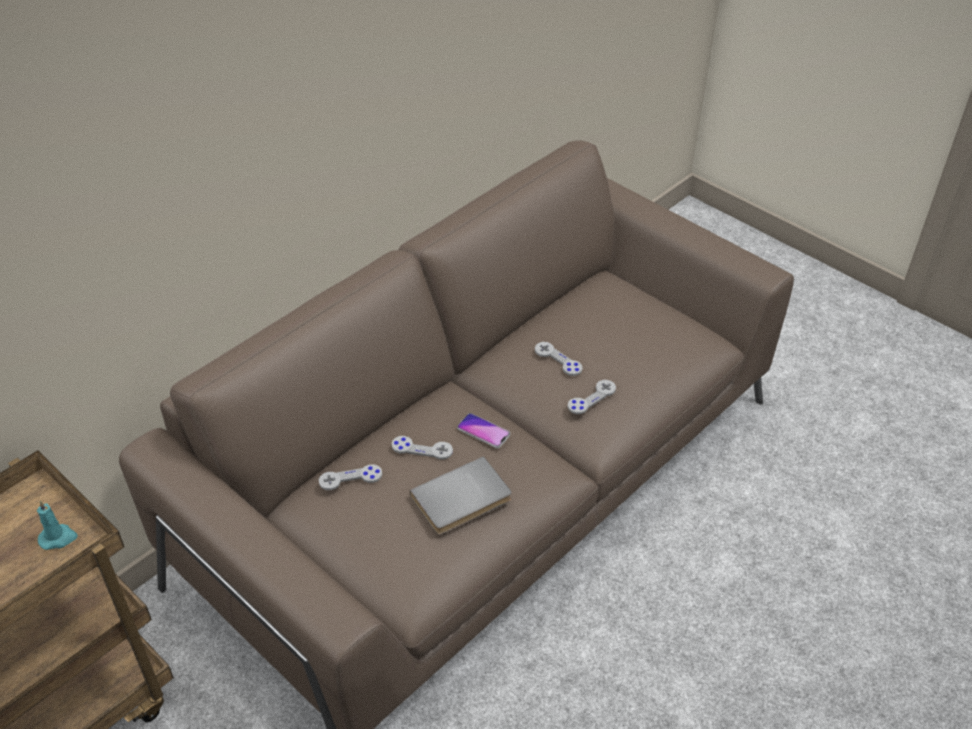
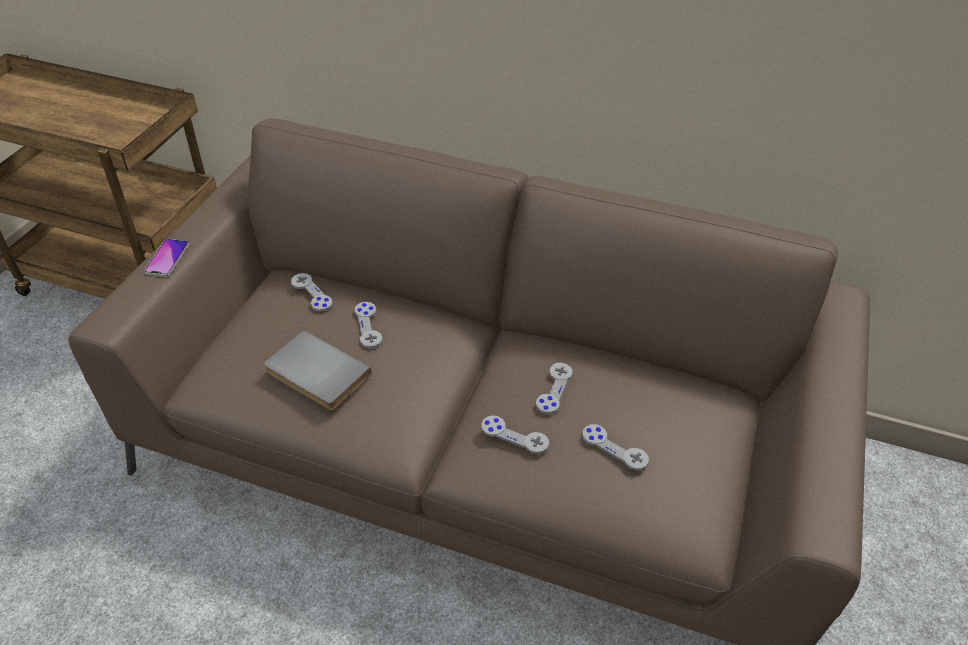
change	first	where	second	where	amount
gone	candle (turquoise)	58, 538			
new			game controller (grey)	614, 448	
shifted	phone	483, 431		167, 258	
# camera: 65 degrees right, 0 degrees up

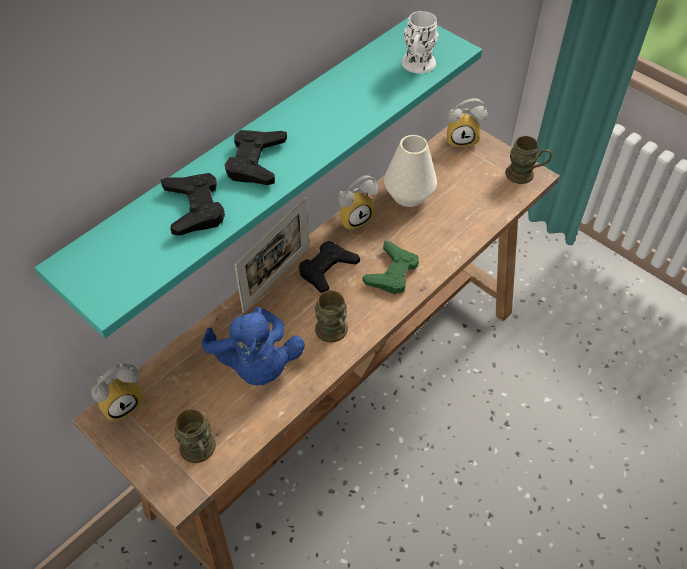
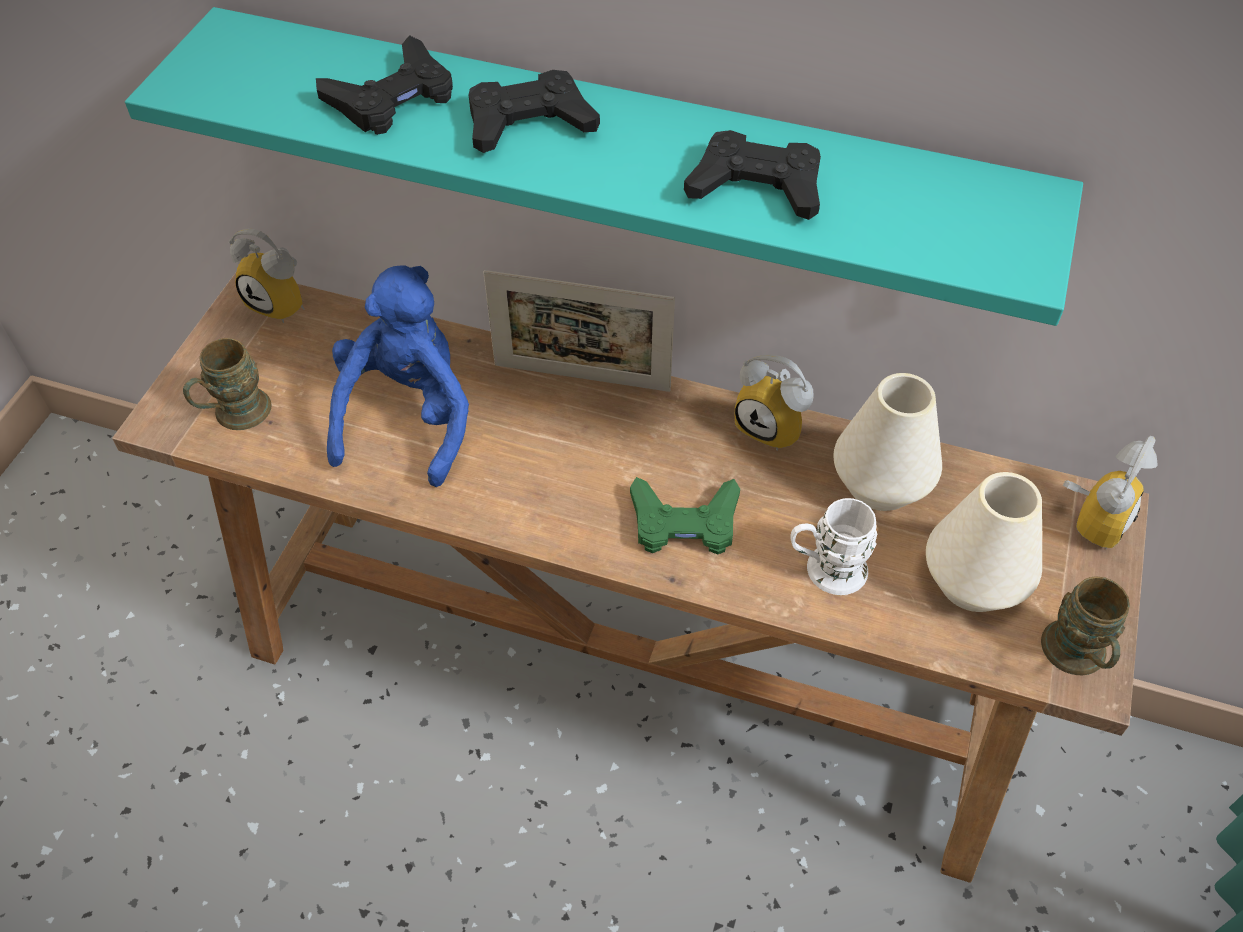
change	first	where	second	where	amount
gone	mug (brown)	334, 333			
new			vase (white)	973, 582	
shifted	game controller (black)	327, 269		756, 186	
shifted	mug (white)	417, 66		825, 570	
rotated	plush toy (blue)	256, 364		408, 417	150 degrees clockwise
rotated	alarm clock	462, 139		1090, 518	120 degrees counterclockwise
# camera: 65 degrees right, 0 degrees up

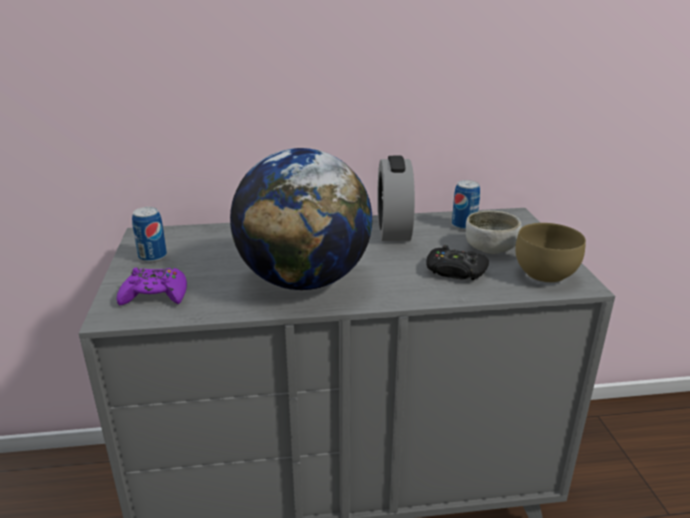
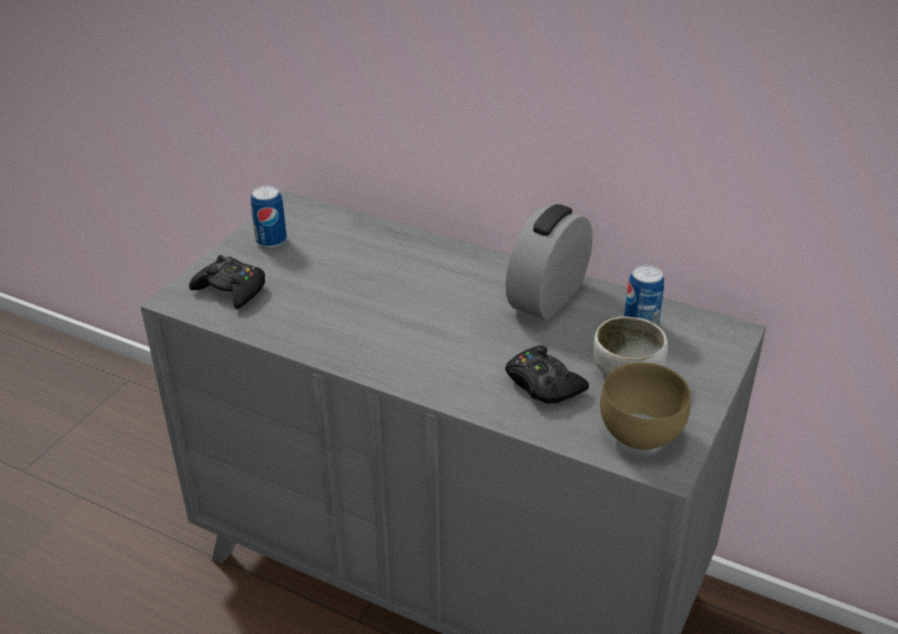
change	first	where	second	where	amount
gone	globe	304, 281			
repainted	game controller (purple)	155, 295	game controller (black)	231, 289	
# camera: 35 degrees right, 10 degrees up

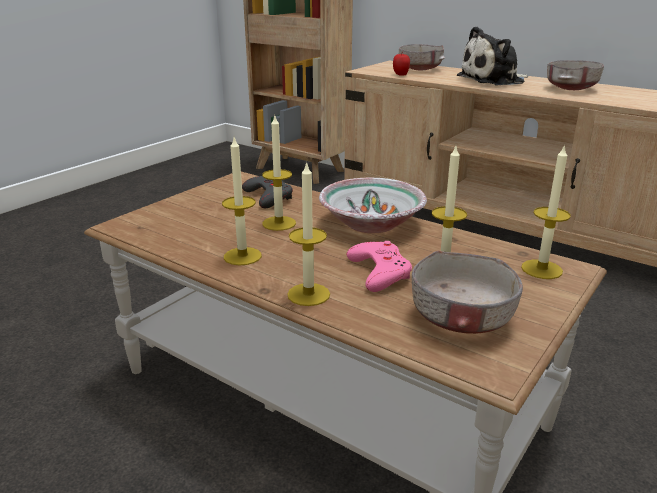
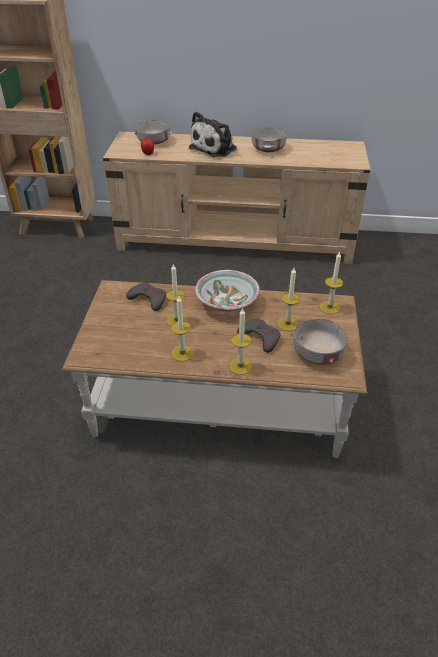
change	first	where	second	where	amount
repainted	game controller (pink)	379, 272	game controller (grey)	260, 337	
# camera: 30 degrees left, 15 degrees up

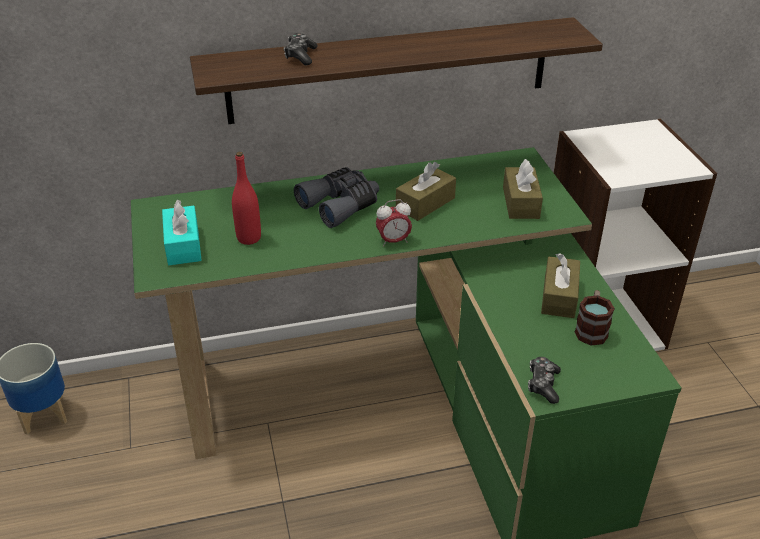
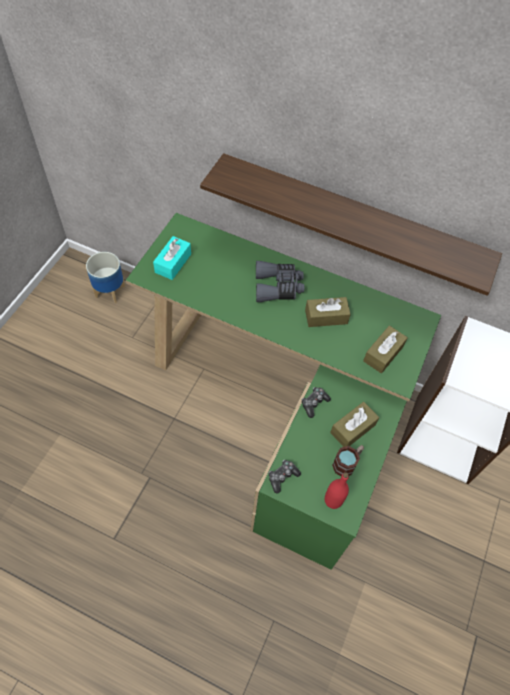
change	first	where	second	where	amount
gone	alarm clock	393, 241			
shifted	bottle (red)	249, 238		333, 500	
shifted	game controller	300, 56		314, 403	
# camera: 35 degrees right, 20 degrees up

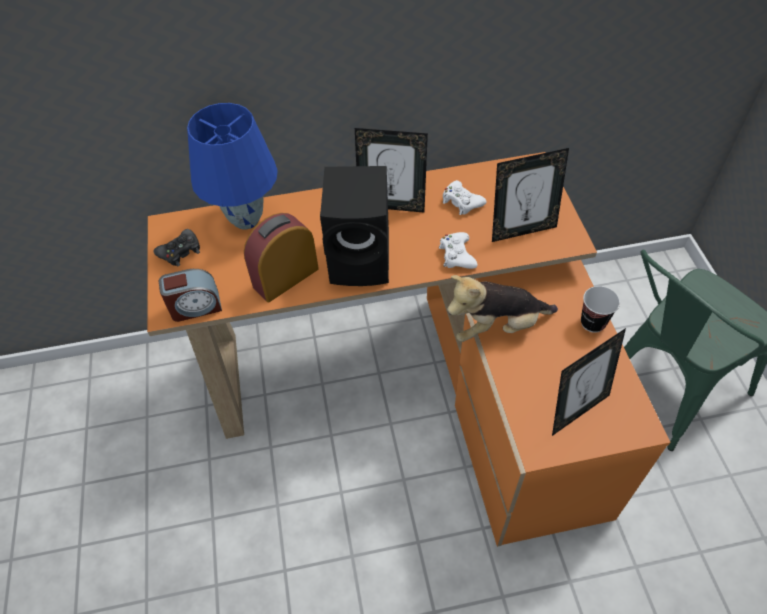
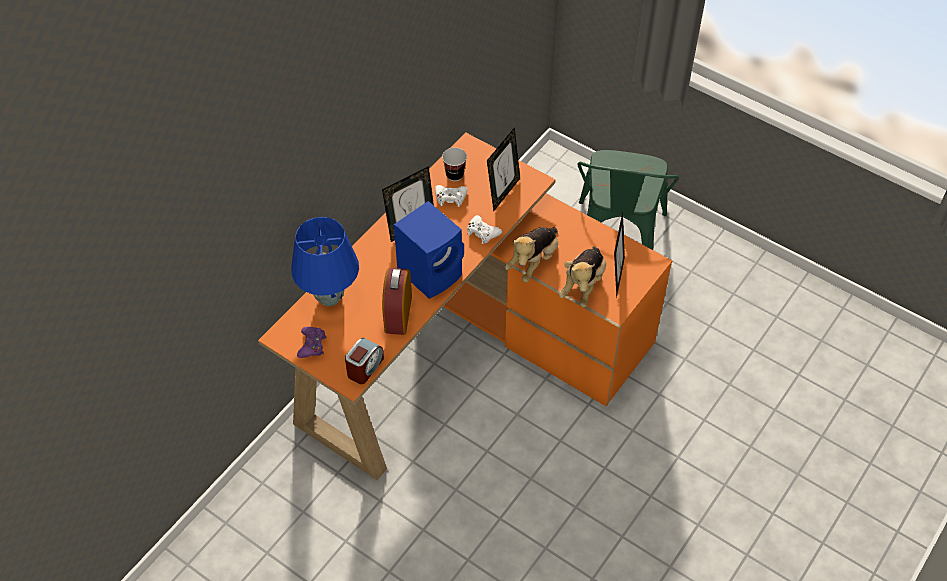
change	first	where	second	where	amount
new			plush toy	583, 285	
shifted	cup	593, 323		454, 175	
repainted	game controller (black)	180, 252	game controller (purple)	312, 345	
repainted	speaker (black)	363, 260	speaker (blue)	432, 272	
# camera: 45 degrees left, 0 degrees up

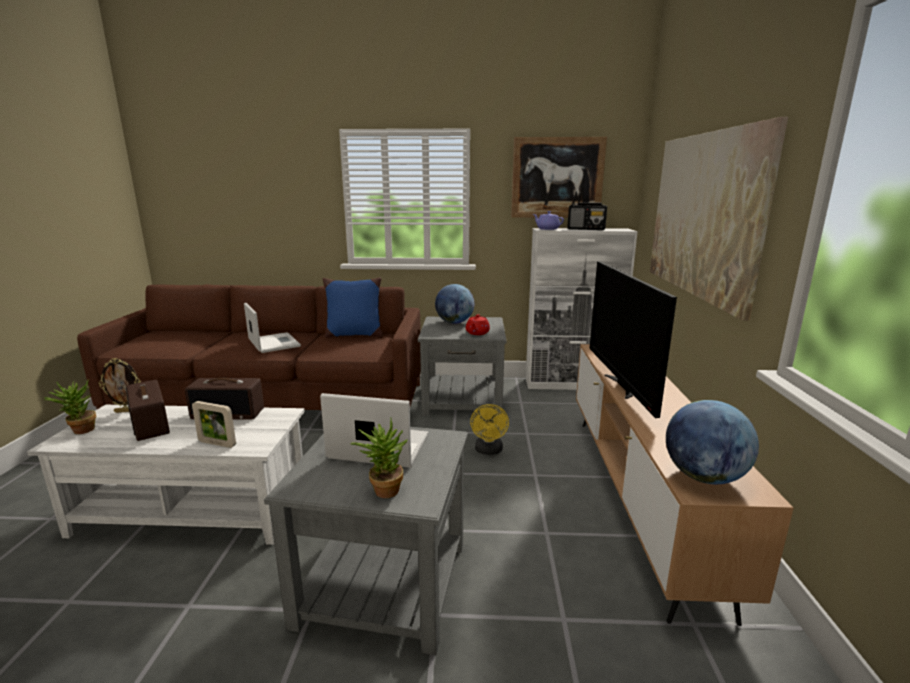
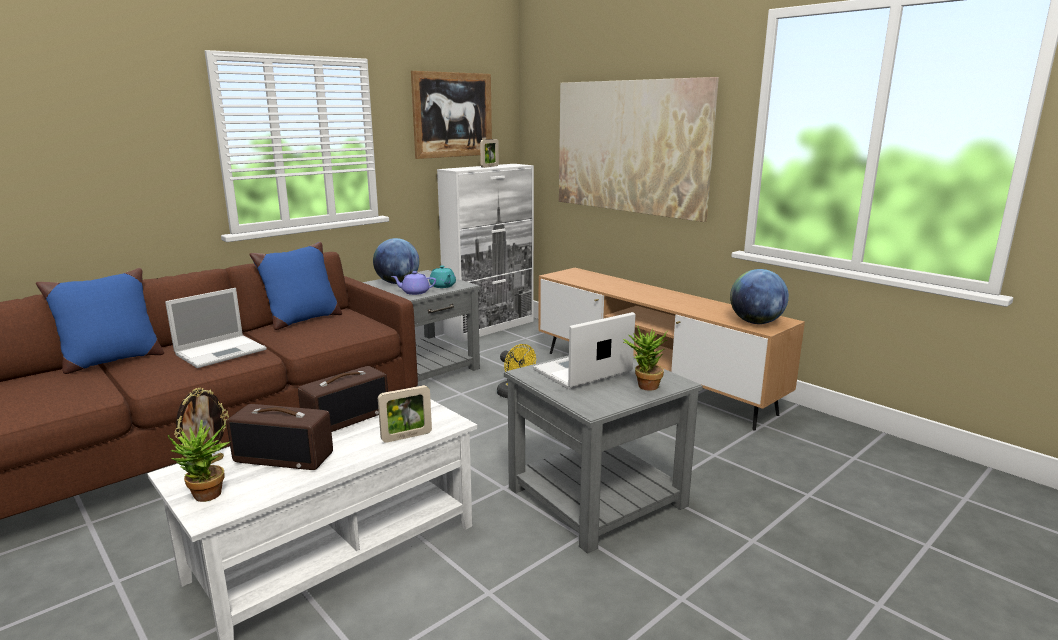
change	first	where	second	where	amount
gone	television	621, 386			
new			pillow (blue)	111, 361	
shifted	teapot (purple)	547, 229		414, 292	
swapped	radio	586, 229	picture frame	489, 166	
repainted	teapot (red)	477, 333	teapot (turquoise)	443, 286	
rotated	laptop	273, 343		222, 351	120 degrees clockwise
# camera: 45 degrees left, 0 degrees up

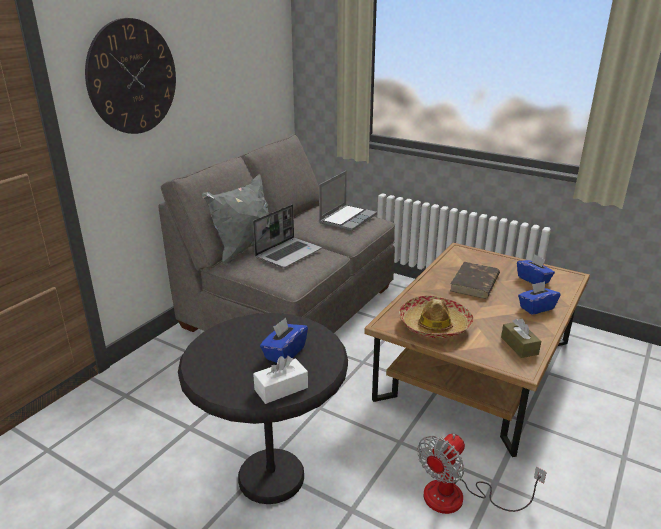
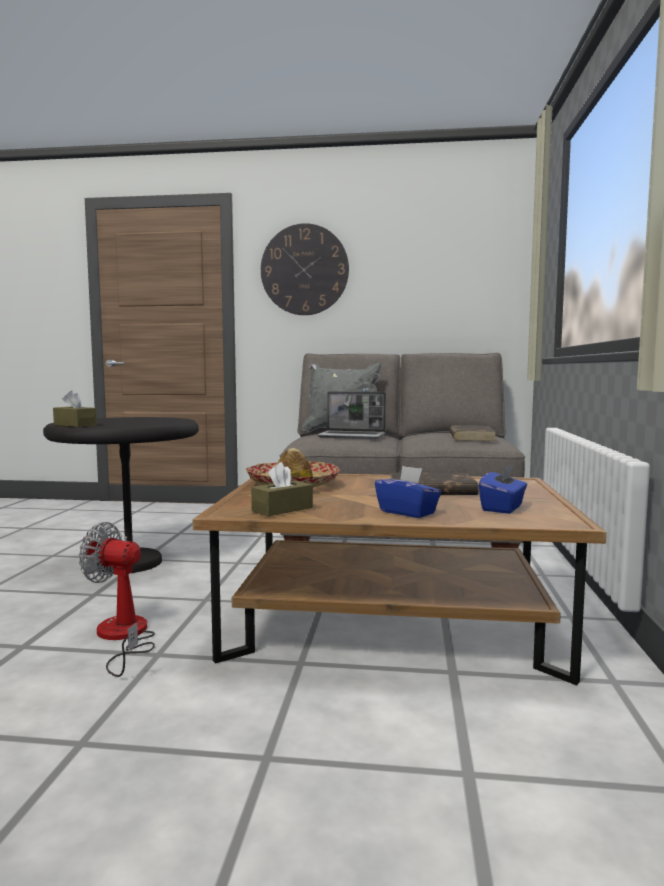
change	first	where	second	where	amount
gone	tissue box (blue)	284, 353			
swapped	laptop	347, 219	book (brown)	471, 437	
repainted	tissue box (white)	281, 389	tissue box (brown)	75, 425	
# camera: 65 degrees right, 20 degrees down

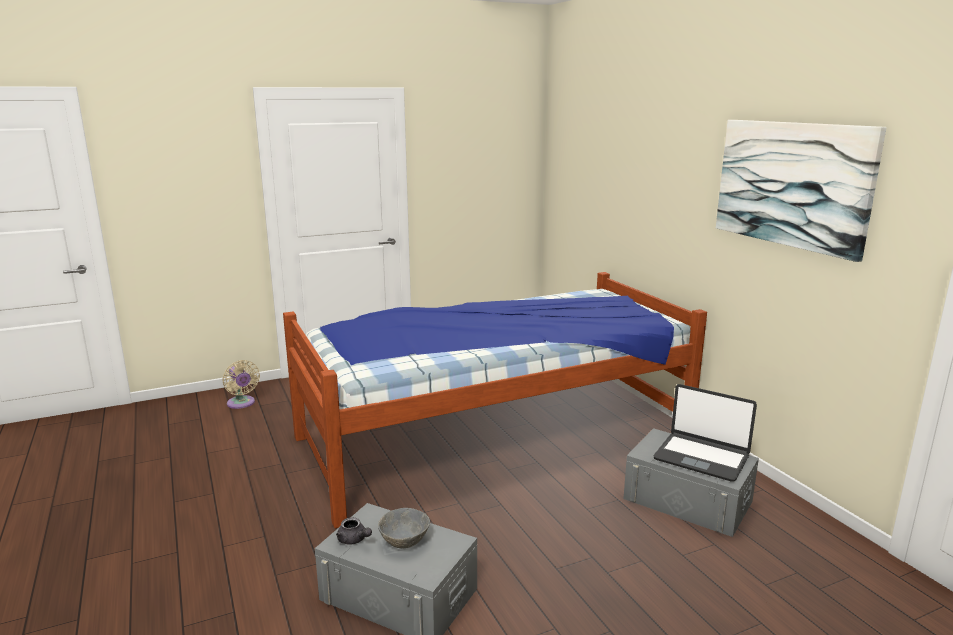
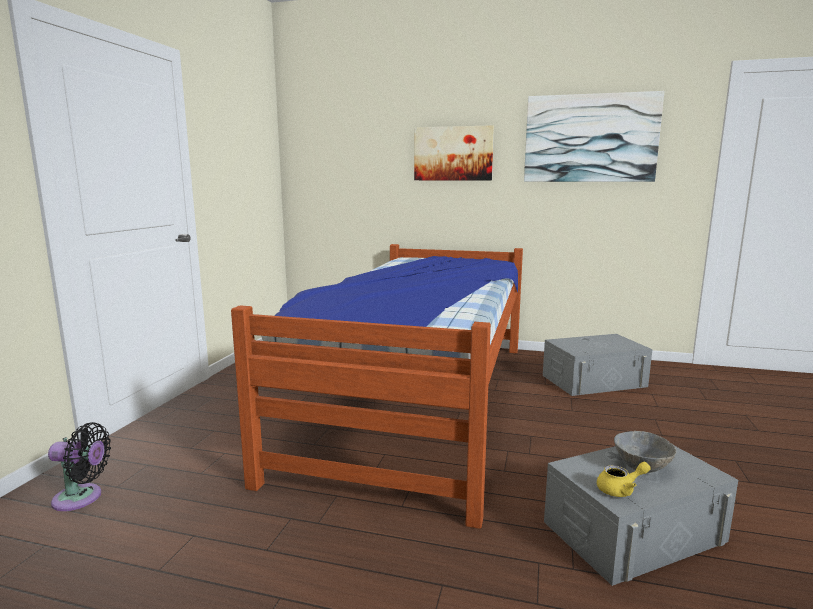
change	first	where	second	where	amount
gone	laptop	701, 457			
new			picture	453, 153	
repainted	fan (beige)	241, 404	fan (black)	82, 498	
repainted	teapot (grey)	354, 540	teapot (yellow)	620, 490	
# camera: 50 degrees left, 5 degrees down

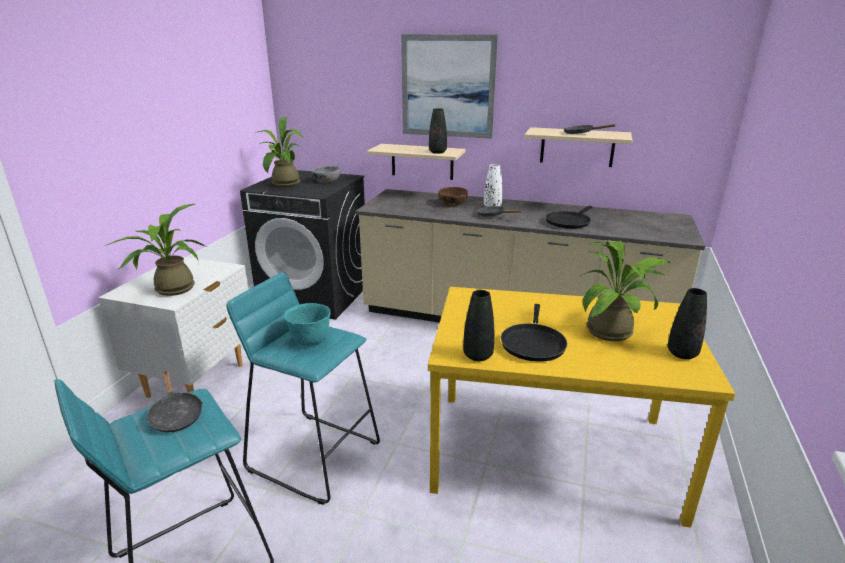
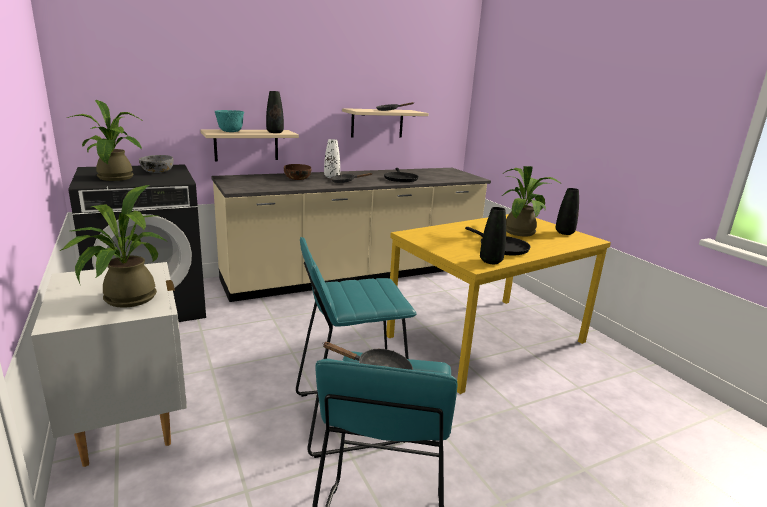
change	first	where	second	where	amount
gone	picture	448, 86			
shifted	bowl (turquoise)	309, 341		230, 132	
# camera: 45 degrees left, 5 degrees down

